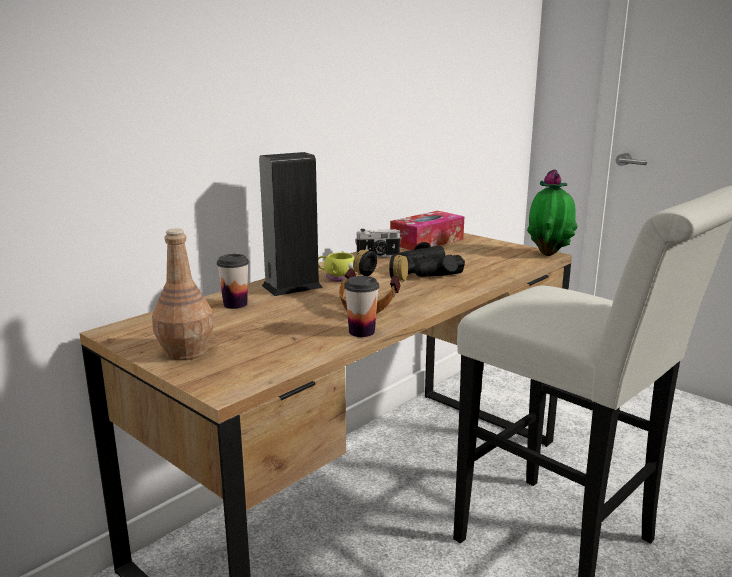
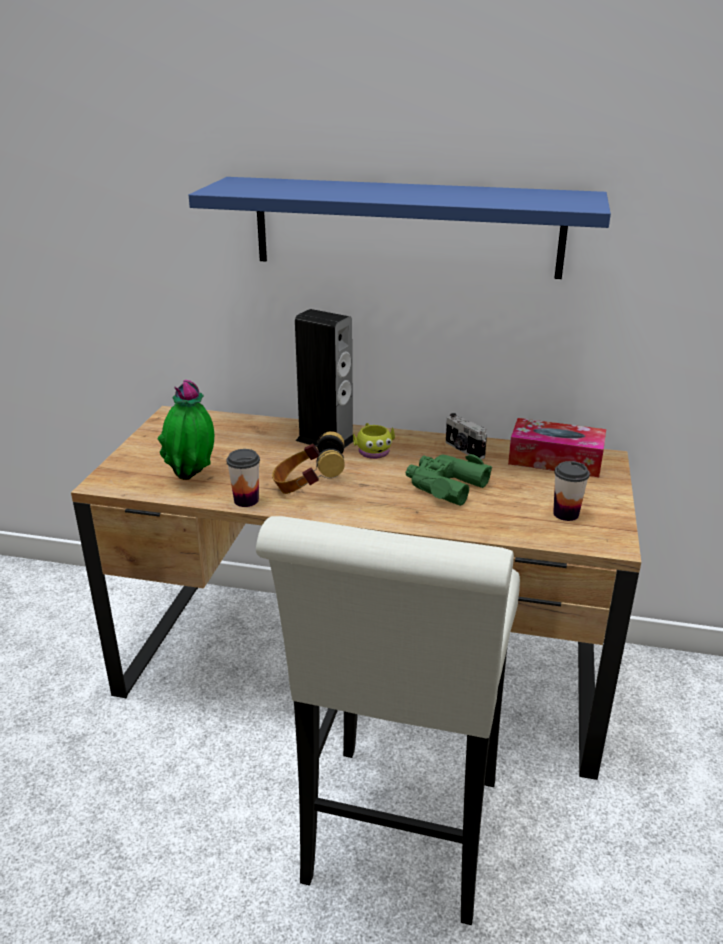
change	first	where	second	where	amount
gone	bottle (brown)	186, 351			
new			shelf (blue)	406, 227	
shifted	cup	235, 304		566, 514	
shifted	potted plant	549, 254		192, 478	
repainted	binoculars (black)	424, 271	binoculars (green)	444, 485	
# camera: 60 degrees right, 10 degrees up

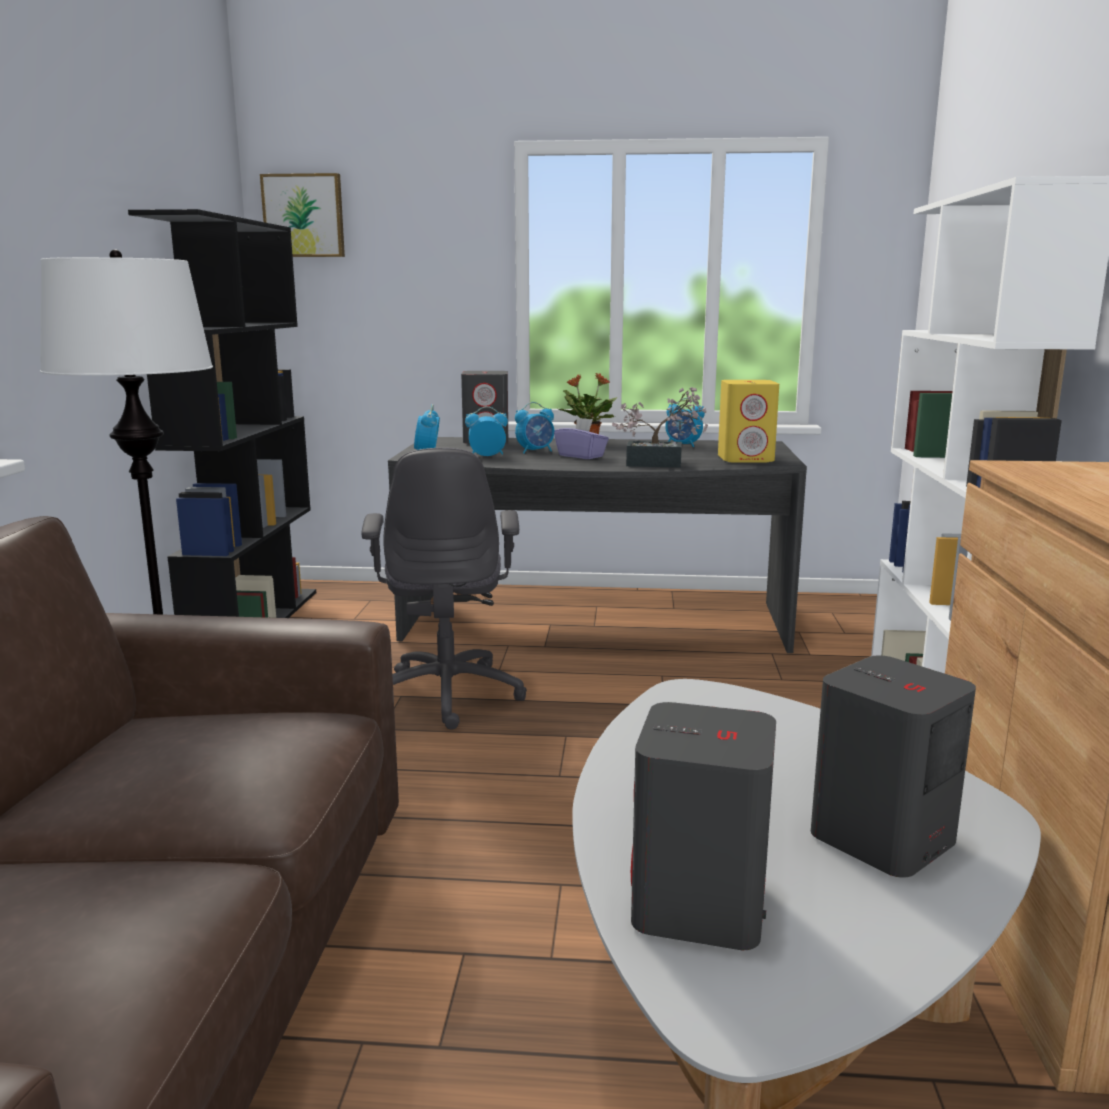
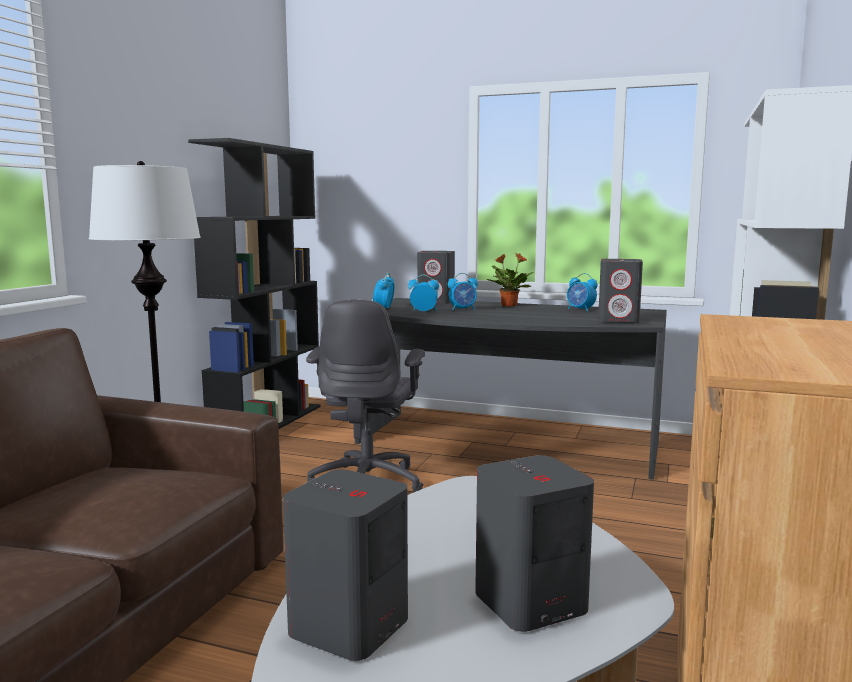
change	first	where	second	where	amount
gone	picture	304, 216			
gone	tissue box (purple)	581, 456			
gone	potted plant	661, 464			
repainted	speaker (yellow)	746, 459	speaker (grey)	619, 320	
# camera: 15 degrees right, 5 degrees down

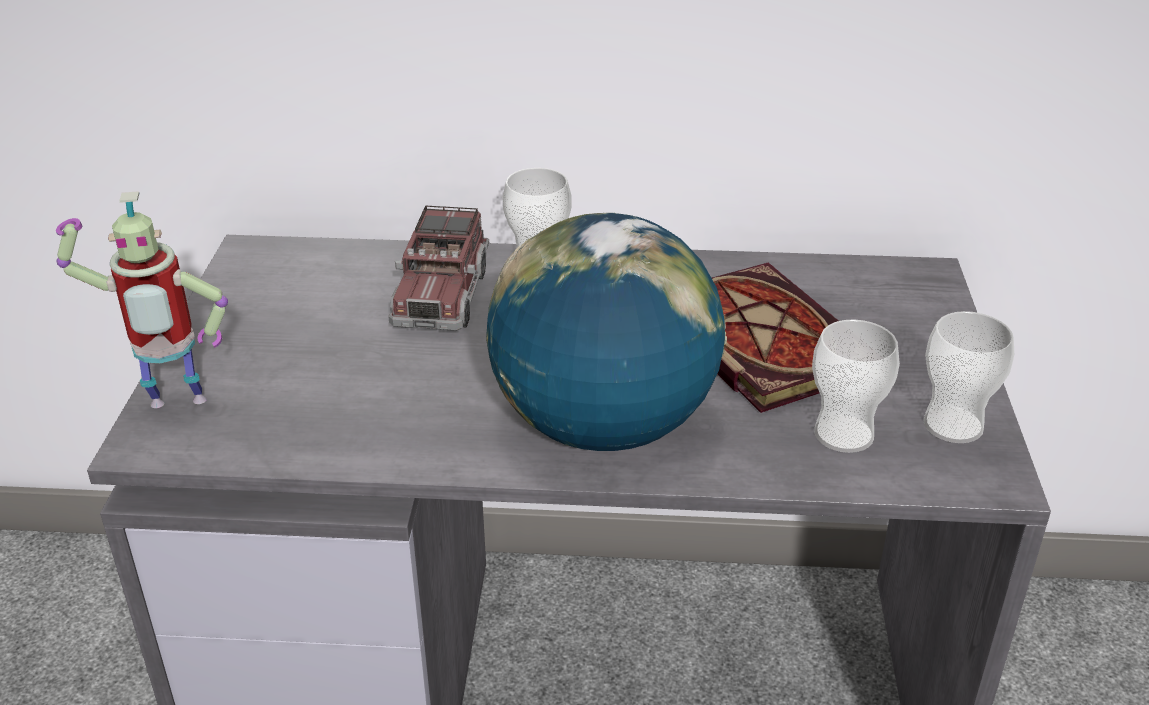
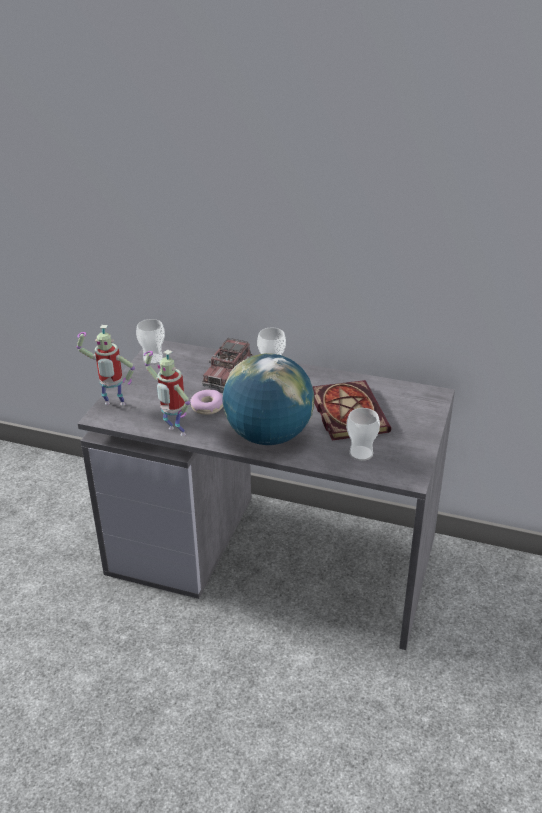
change	first	where	second	where	amount
new			toy robot	174, 432	
new			donut	207, 407	
shifted	cup	953, 425		153, 359	
# camera: 15 degrees right, 0 degrees up

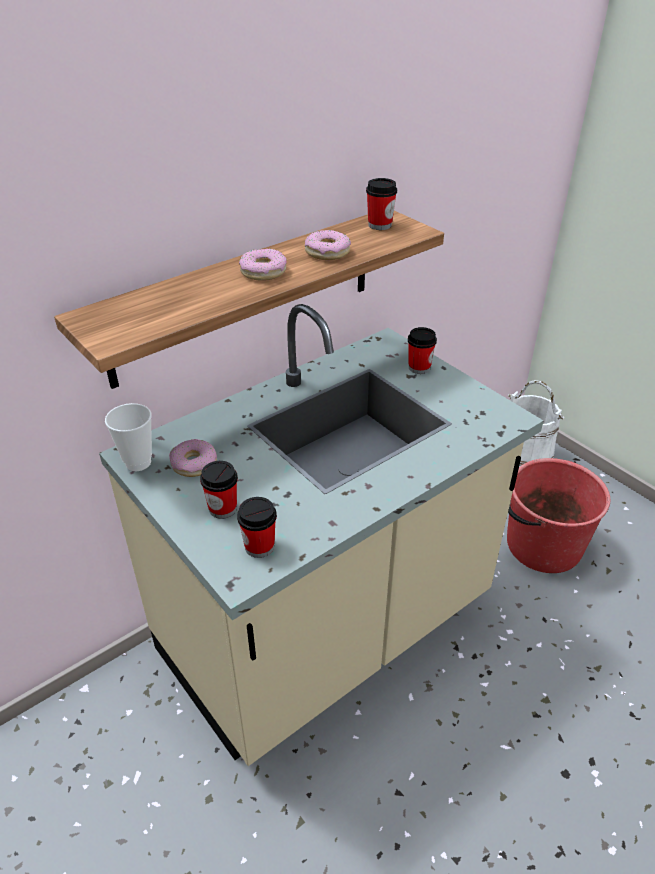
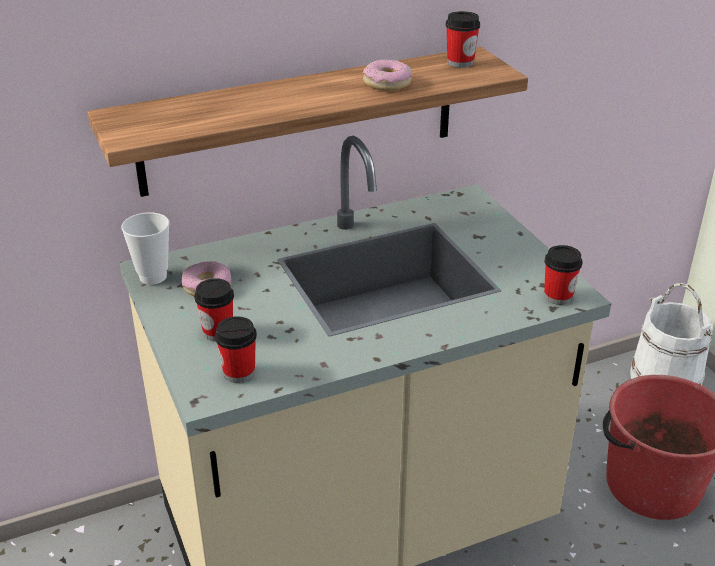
change	first	where	second	where	amount
gone	donut	263, 272			
shifted	cup	419, 368		558, 296	
# camera: 15 degrees right, 5 degrees down

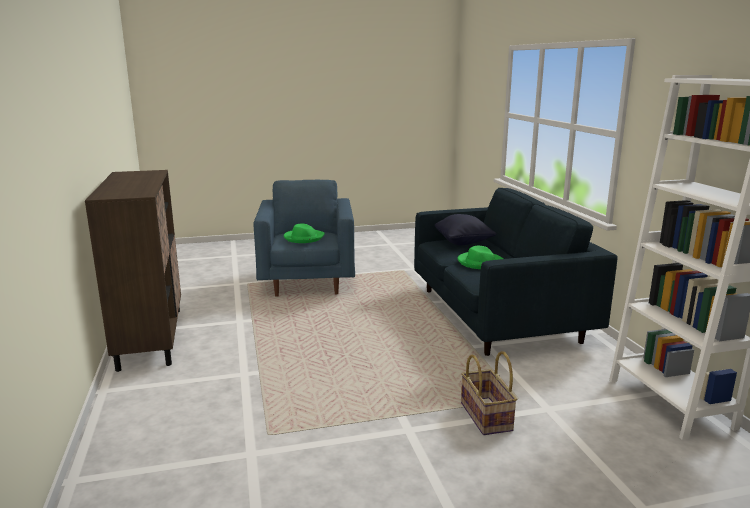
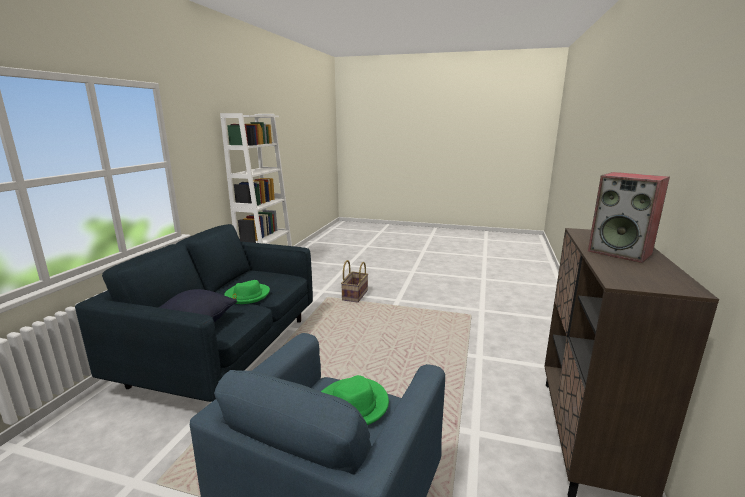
change	first	where	second	where	amount
new			speaker	620, 252	
# camera: 150 degrees left, 0 degrees up

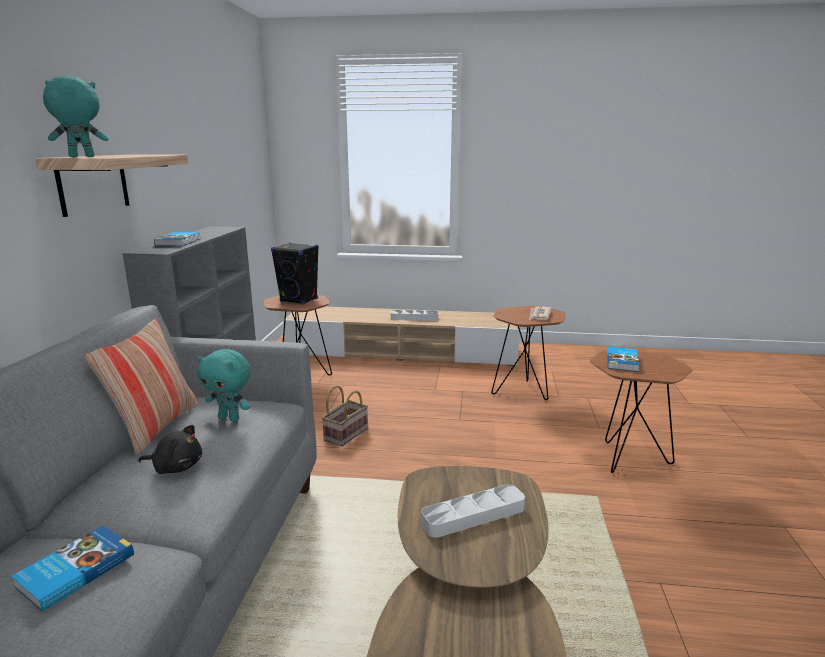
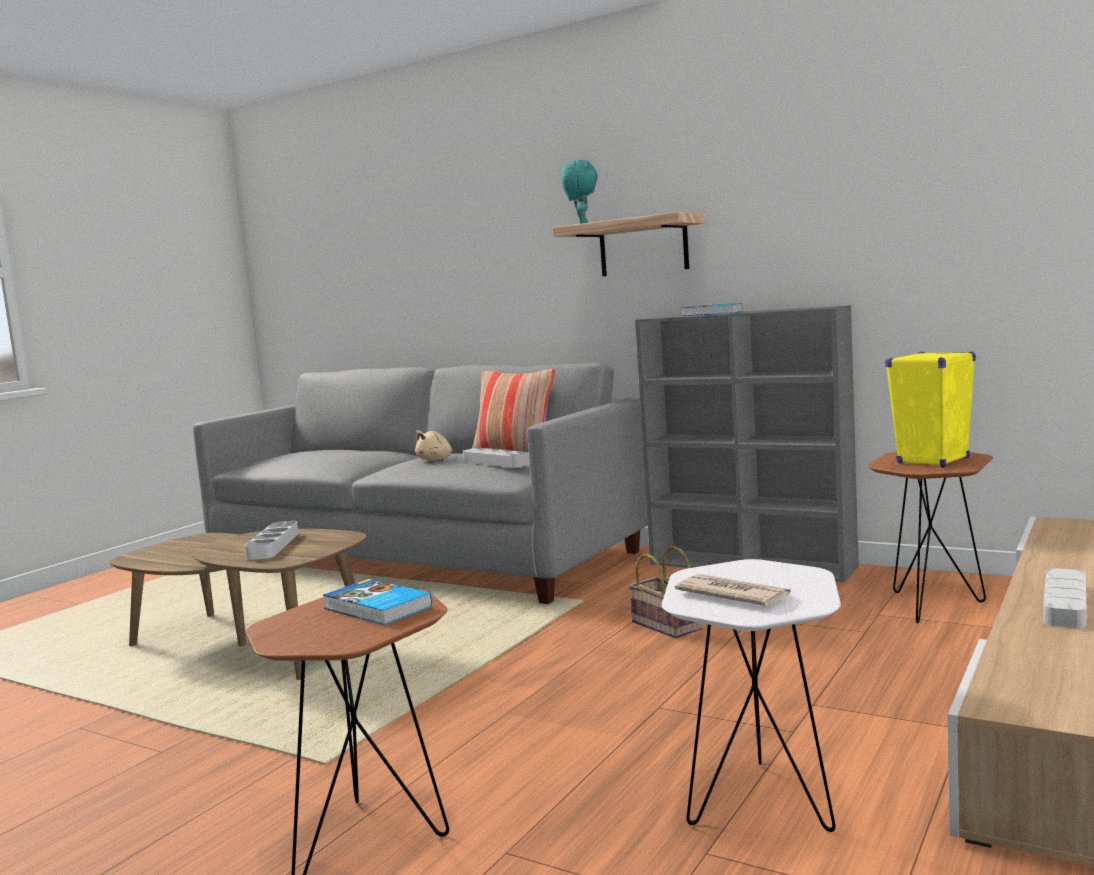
change	first	where	second	where	amount
gone	book	74, 570			
swapped	plush toy (turquoise)	230, 418	tray (grey)	496, 462	
repainted	plush toy (black)	176, 467	plush toy (beige)	435, 460	
repainted	speaker (black)	299, 300	speaker (yellow)	933, 461	
repainted	side table (brown)	524, 391	side table (white)	759, 807	
# camera: 115 degrees right, 10 degrees down

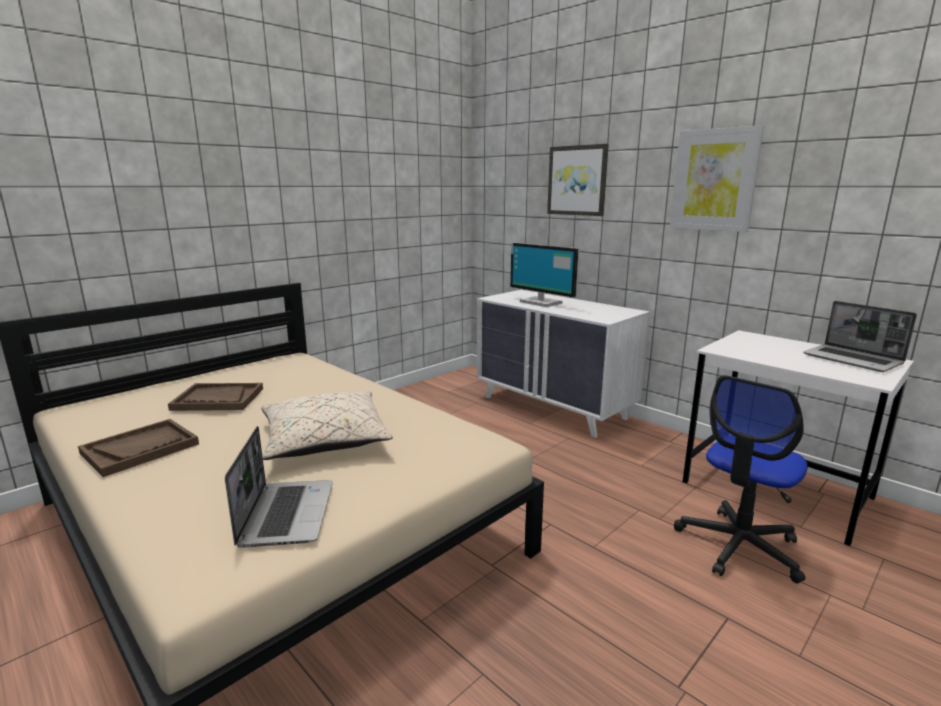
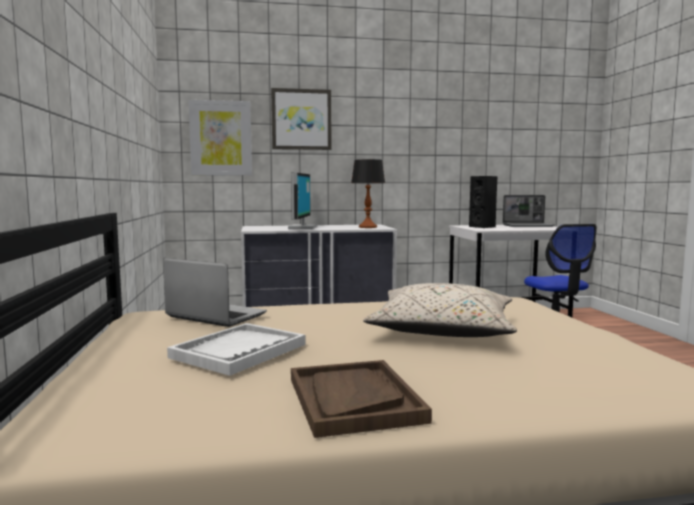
change	first	where	second	where	amount
new			table lamp	367, 227	
new			speaker (black)	483, 227	
shifted	laptop	286, 513		214, 316	
shifted	picture	714, 180		221, 138	
repainted	tray (brown)	218, 399	tray (white)	239, 351	
rotated	monitor	541, 302		301, 227	75 degrees counterclockwise
# camera: 55 degrees left, 10 degrees down

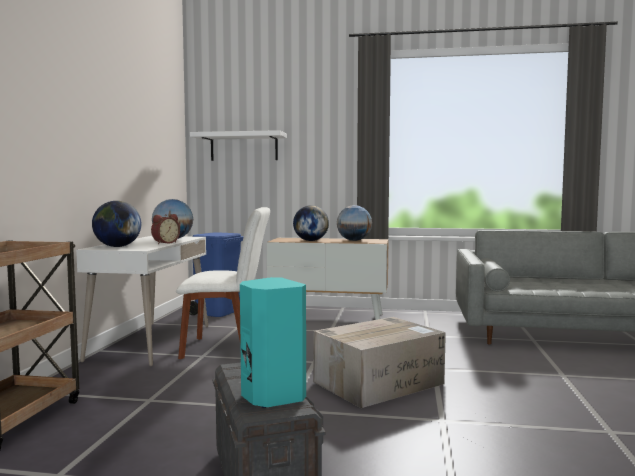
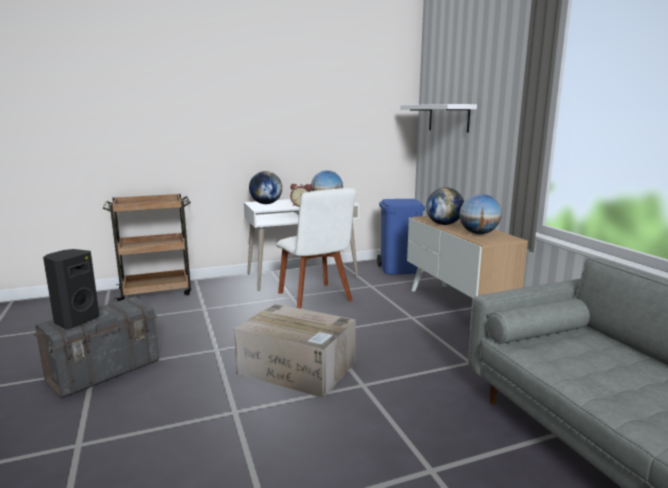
change	first	where	second	where	amount
repainted	speaker (turquoise)	271, 397	speaker (black)	76, 320	
# camera: 60 degrees right, 10 degrees up

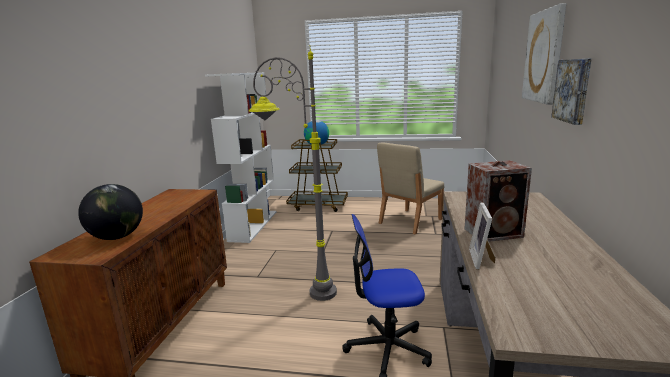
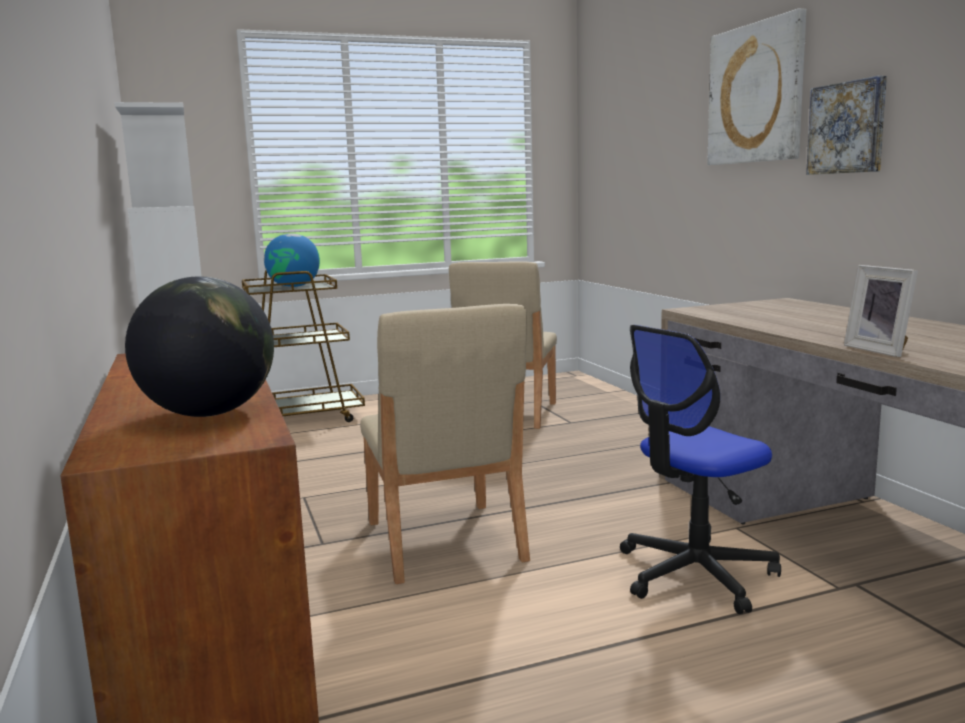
change	first	where	second	where	amount
gone	speaker	495, 233			
swapped	floor lamp (grey)	300, 290	chair (beige)	444, 542	
# camera: 30 degrees left, 5 degrees down

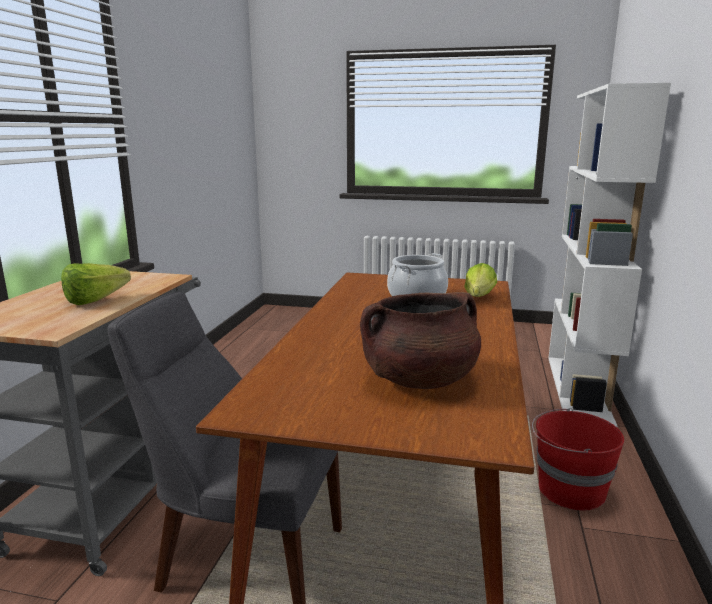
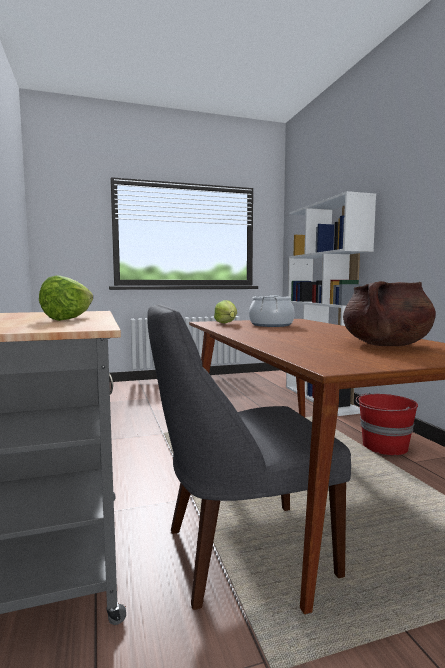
change	first	where	second	where	amount
shifted	lettuce	477, 299		227, 324	
# camera: 30 degrees left, 10 degrees down

